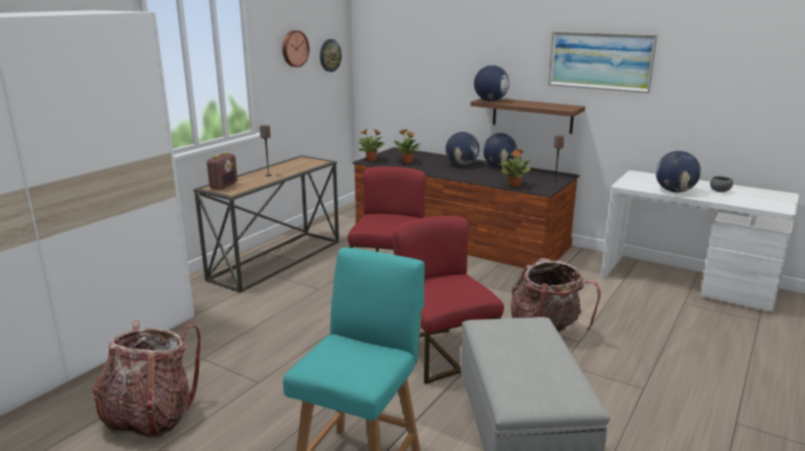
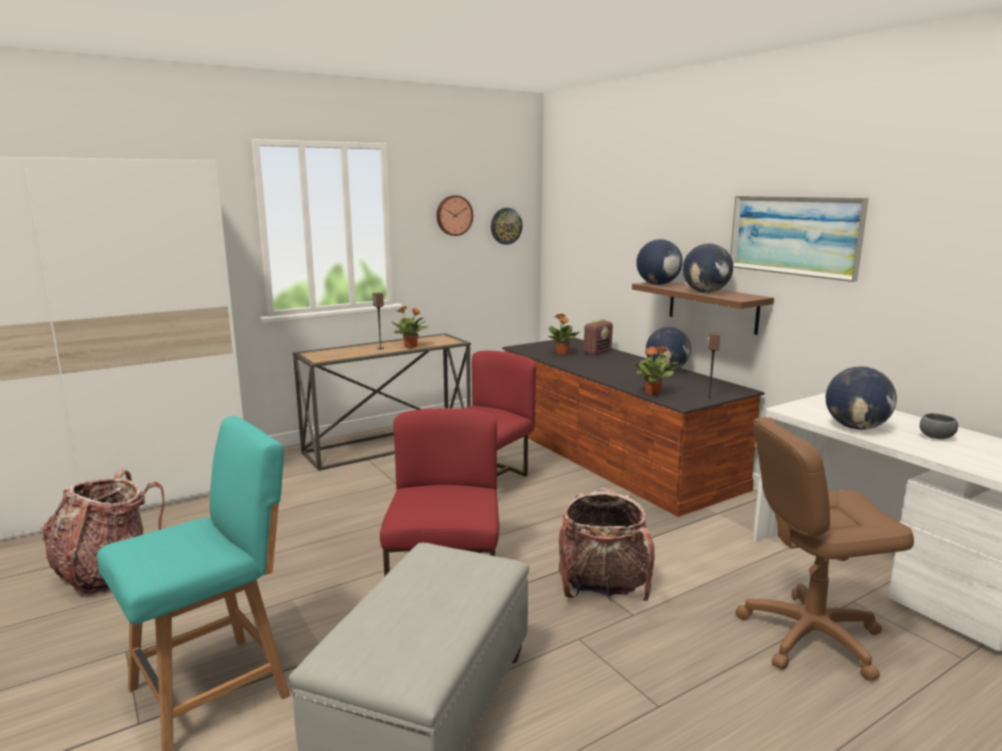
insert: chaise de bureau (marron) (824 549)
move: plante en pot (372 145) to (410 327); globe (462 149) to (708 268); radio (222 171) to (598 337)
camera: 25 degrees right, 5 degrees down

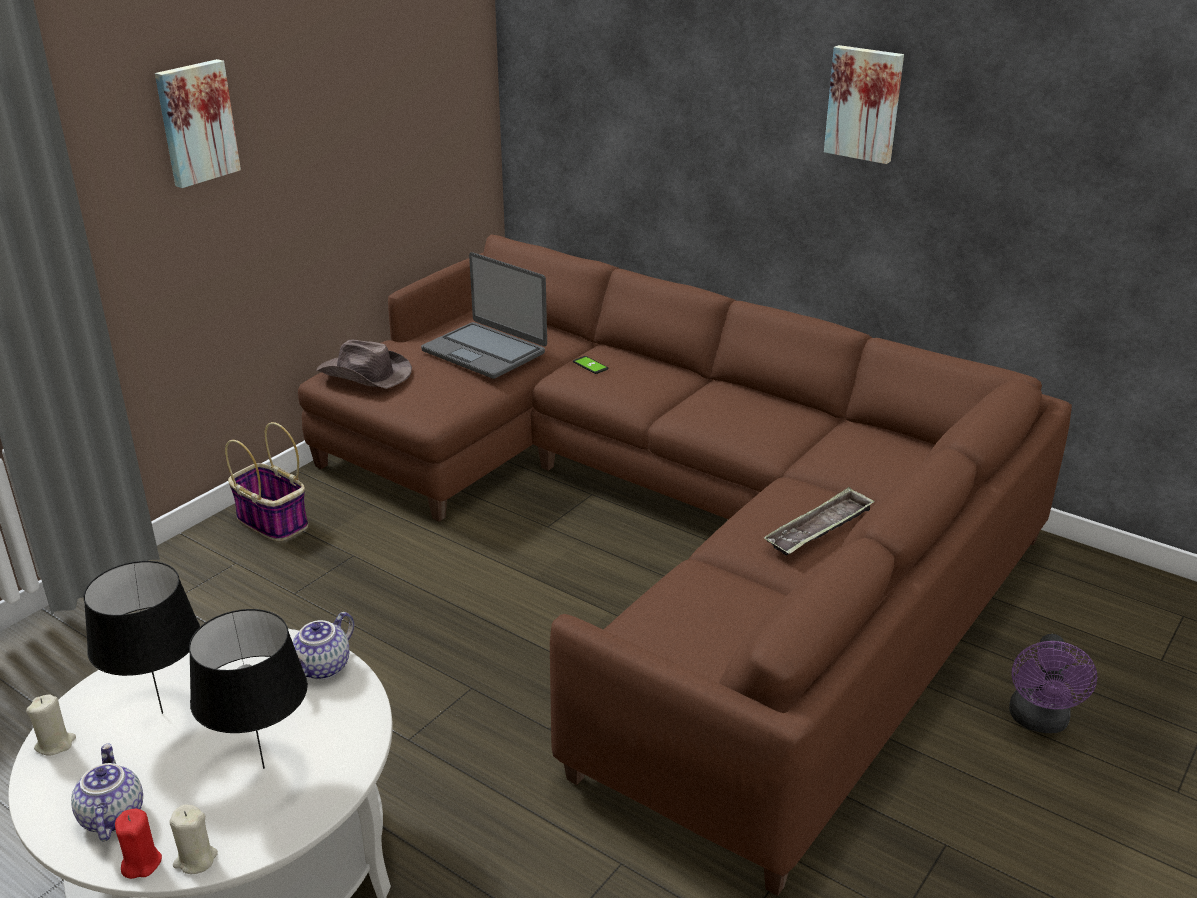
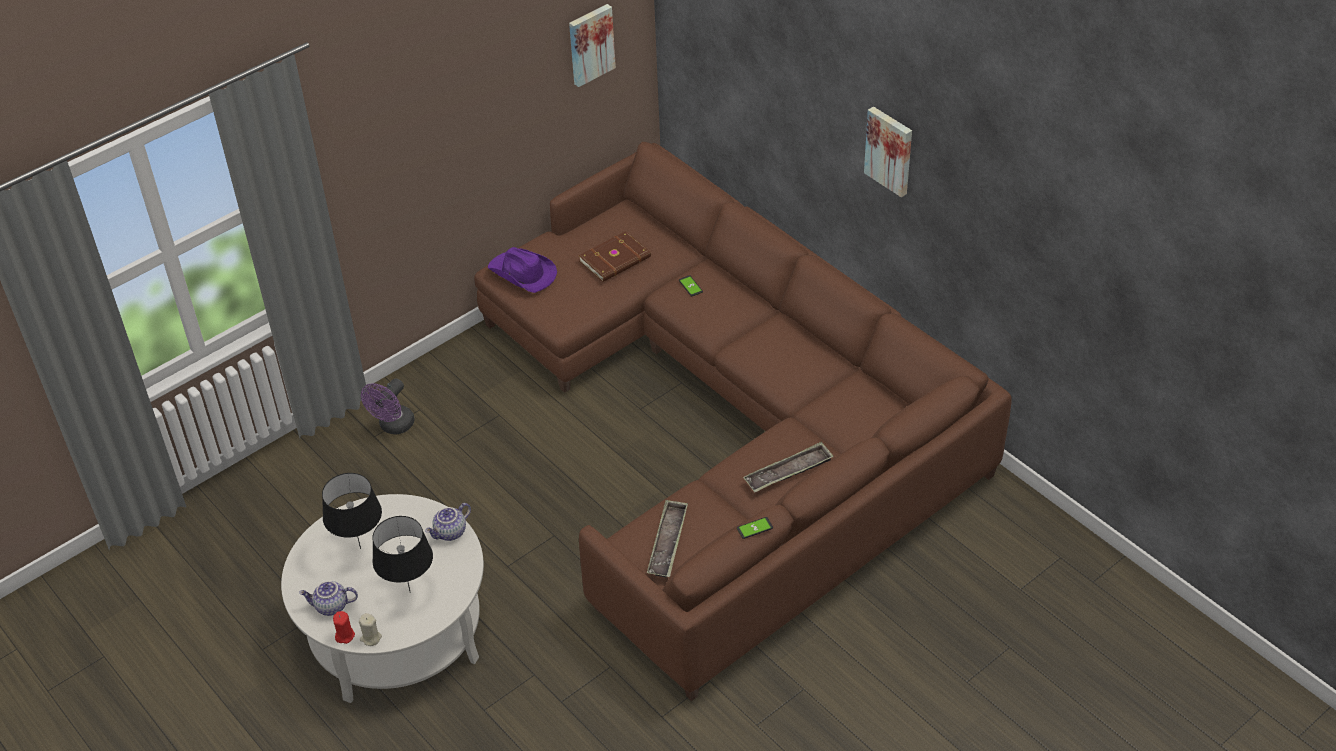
delete: panier (266 481); bougie (beige) (51 725)
insert: plateau (667 539); téléphone (755 528)
move: tableau (198 123) to (592 45); ventilateur (violet) (1053 683) to (387 406)
replace: ordinateur portable (484 315) to livre (marron) (615 256)
recolor: chapeau (marron) (364 364) to chapeau (violet) (522 270)
rotate: théière (107 792) = (328 598) 90 degrees counterclockwise
camera: 15 degrees right, 15 degrees up

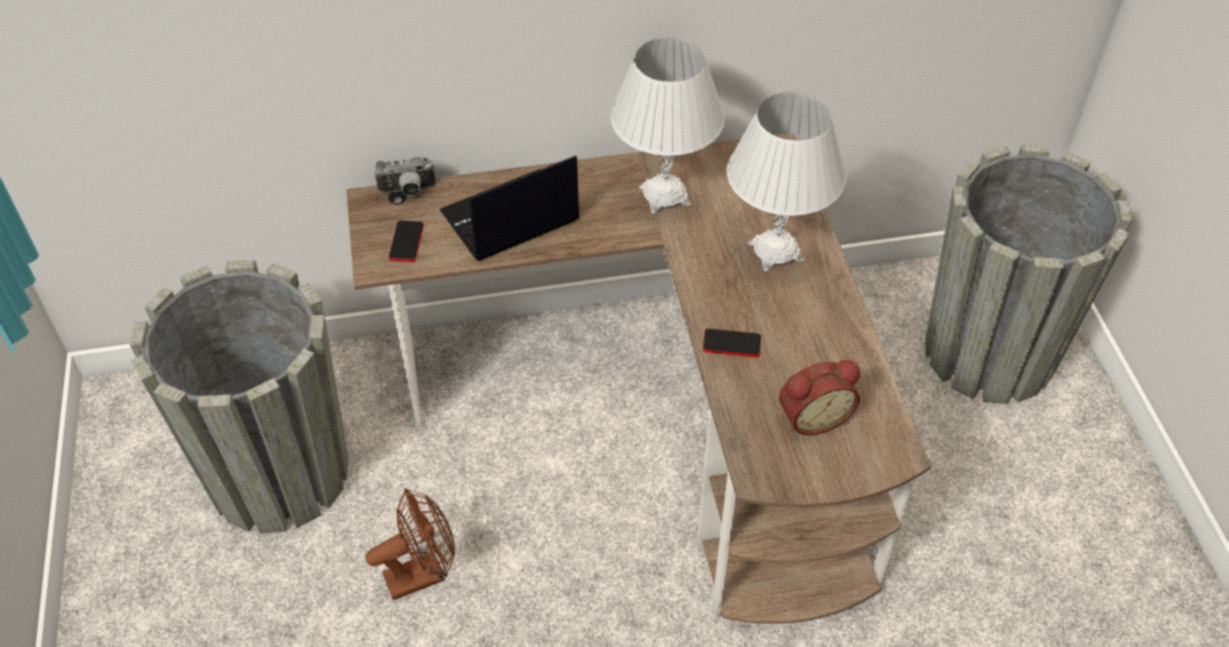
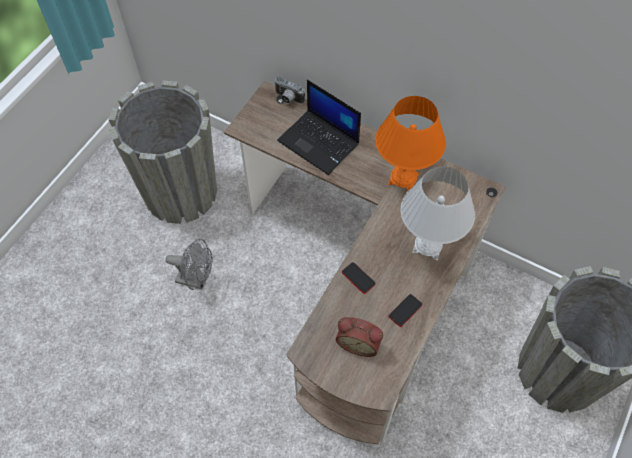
move: téléphone (406 241) to (405 310)
recolor: lampe de table (blanc) (667 125) to lampe de table (orange) (410 143); ventilateur (marron) (410 544) to ventilateur (gris) (189 264)
rotate: ordinateur portable (509 208) = (319 127) 150 degrees counterclockwise
camera: 40 degrees right, 10 degrees up

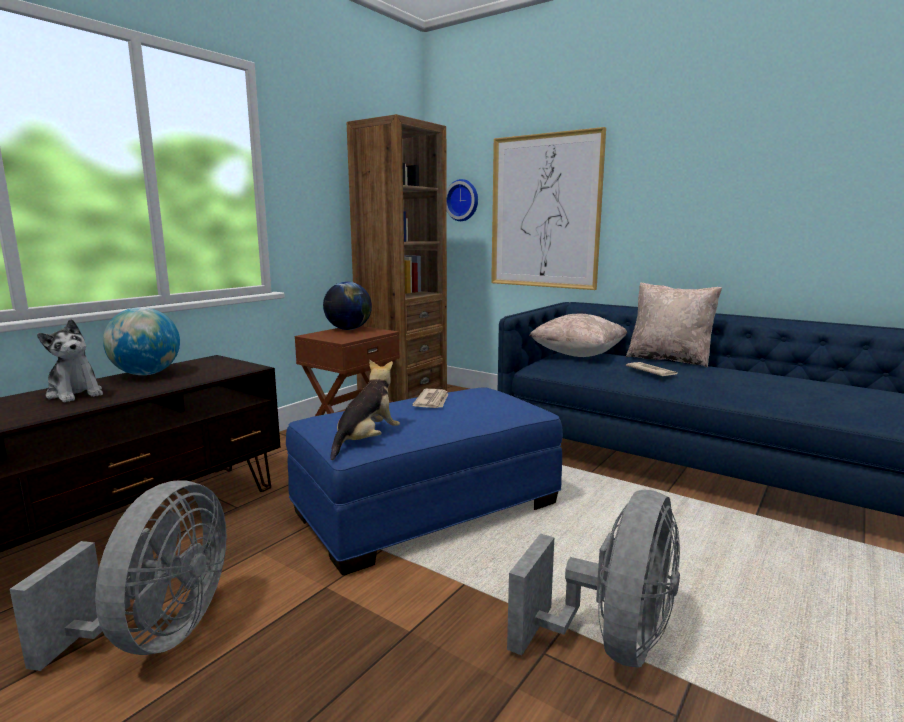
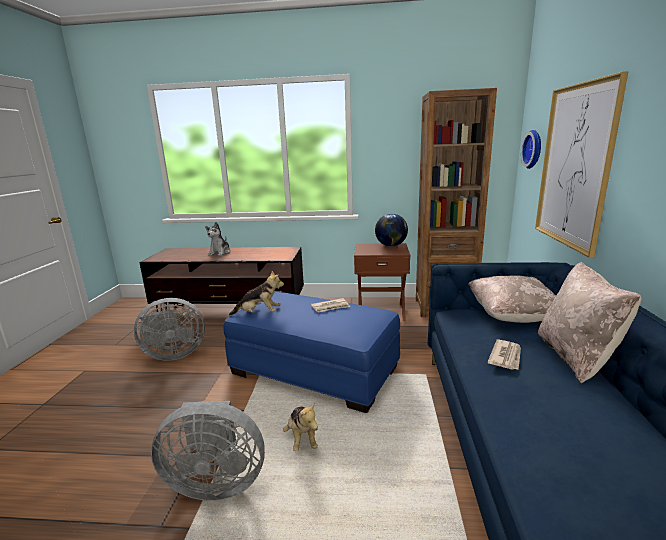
delete: globe (141 341)
insert: peluche (300 427)
camera: 60 degrees right, 5 degrees up

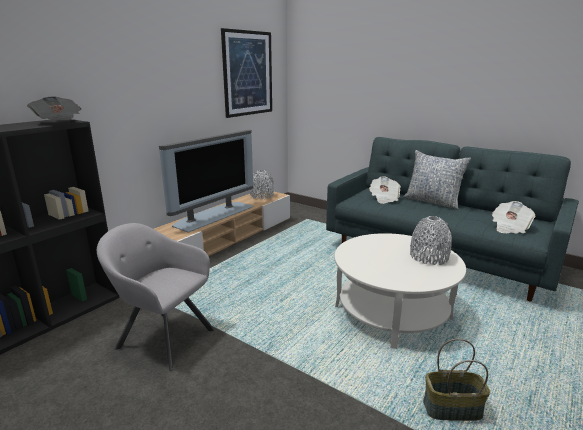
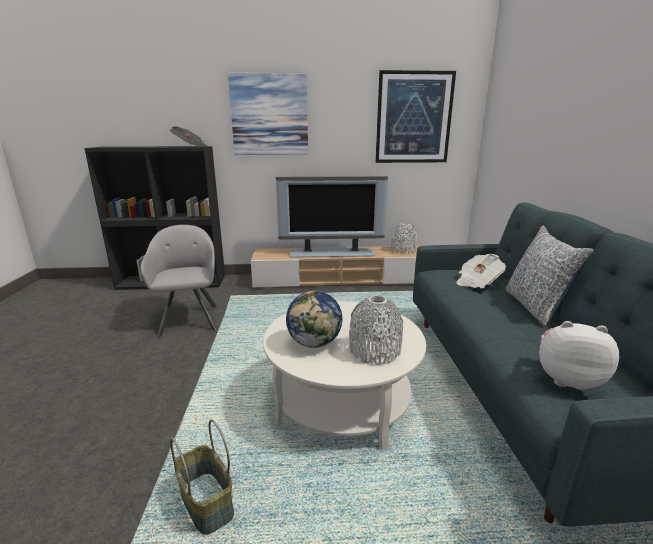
insert: tableau (268 114); globe (314 319)
replace: journal (514 217) to peluche (579 355)
camera: 50 degrees right, 0 degrees up

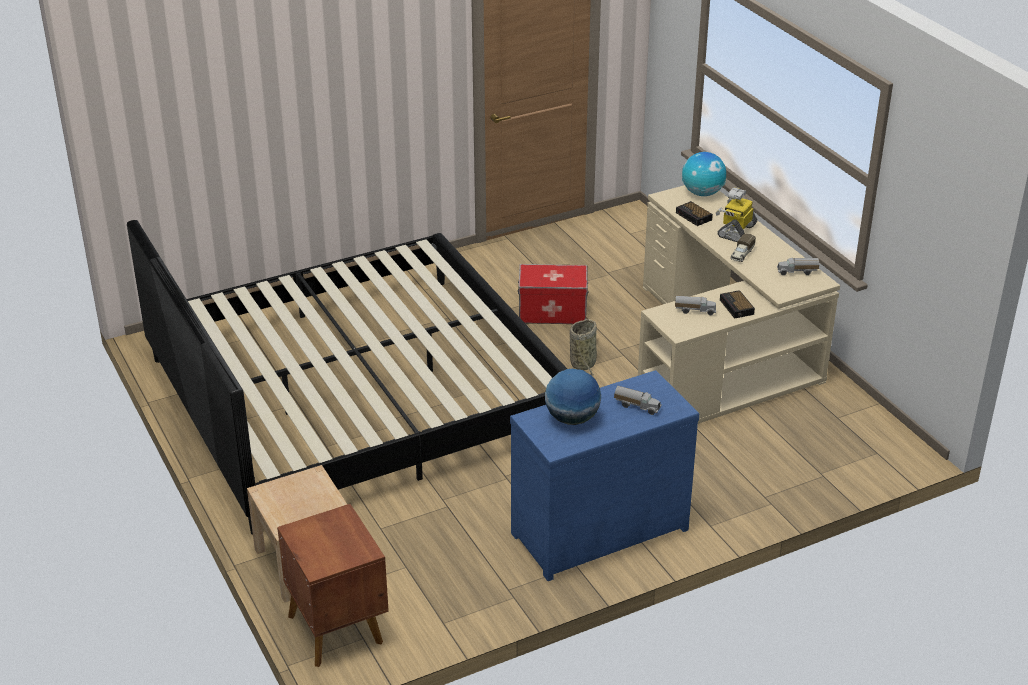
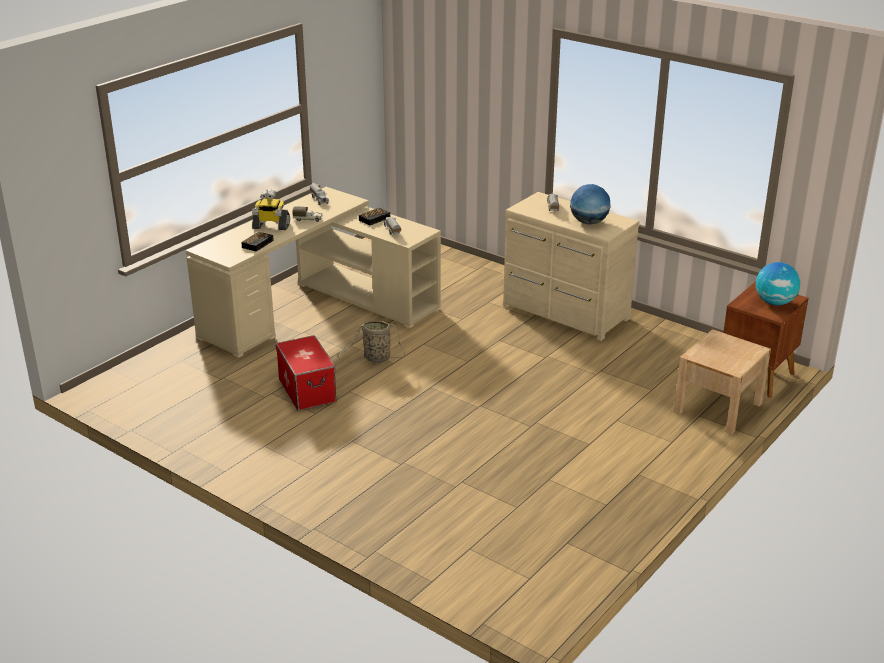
delete: lit (347 377)
move: globe (704 174) to (777 283)
recolor: commode (bleu) (604 475) to commode (beige) (571 266)
camera: 115 degrees left, 5 degrees down

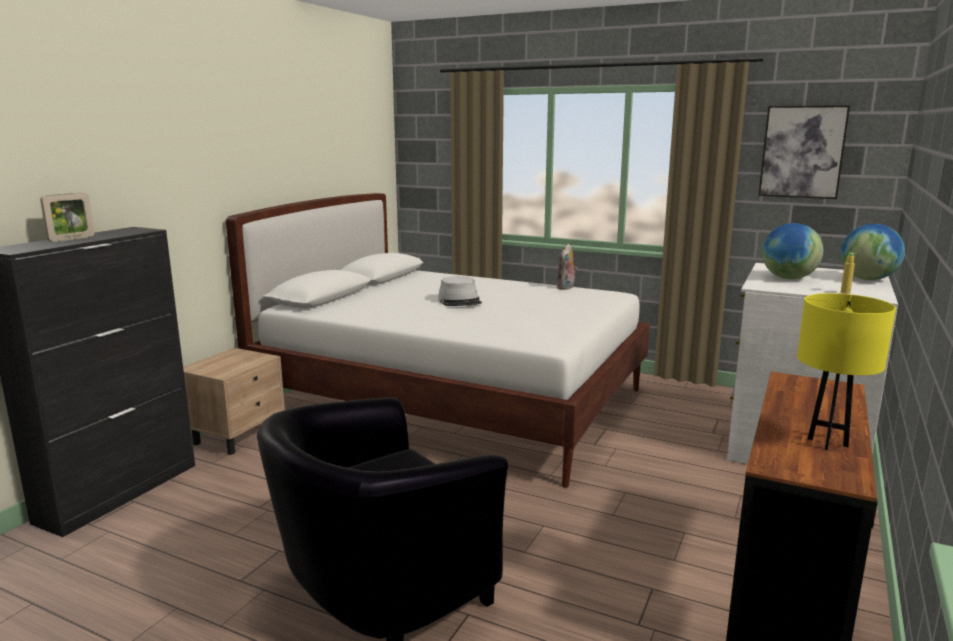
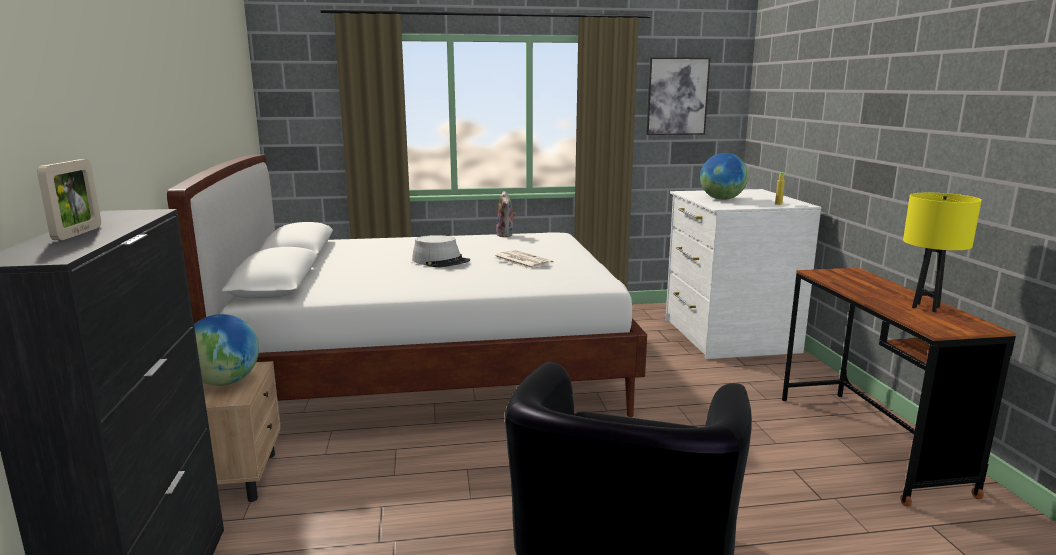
insert: journal (523 259)
move: globe (872 252) to (226 350)
camera: 35 degrees left, 0 degrees up

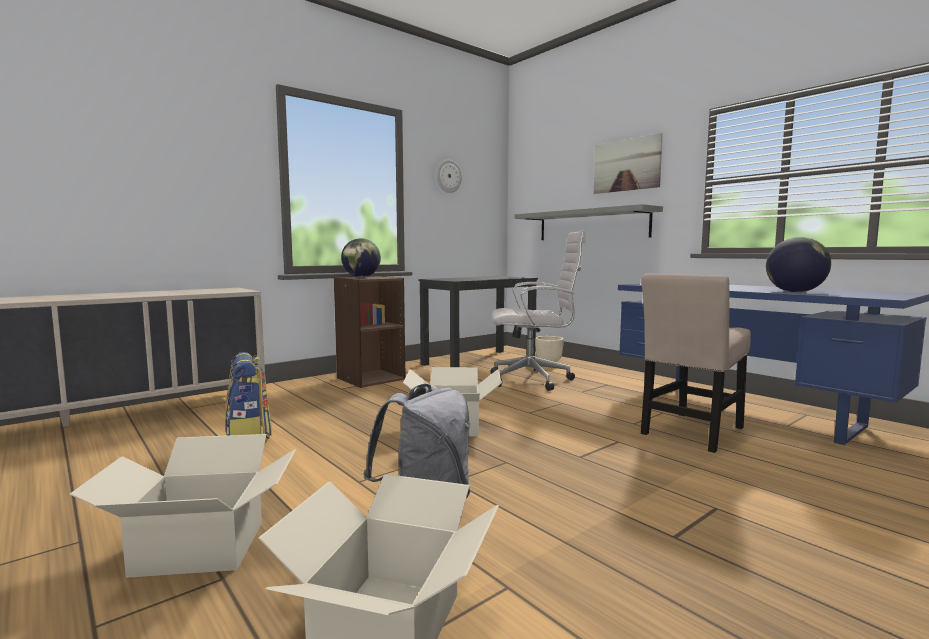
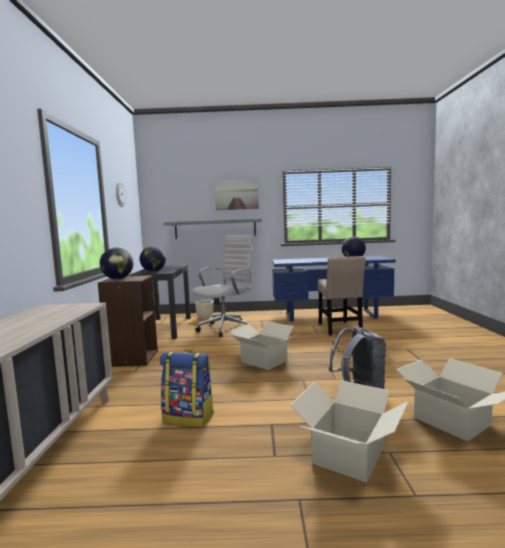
insert: globe (153 259)
camera: 50 degrees left, 0 degrees up

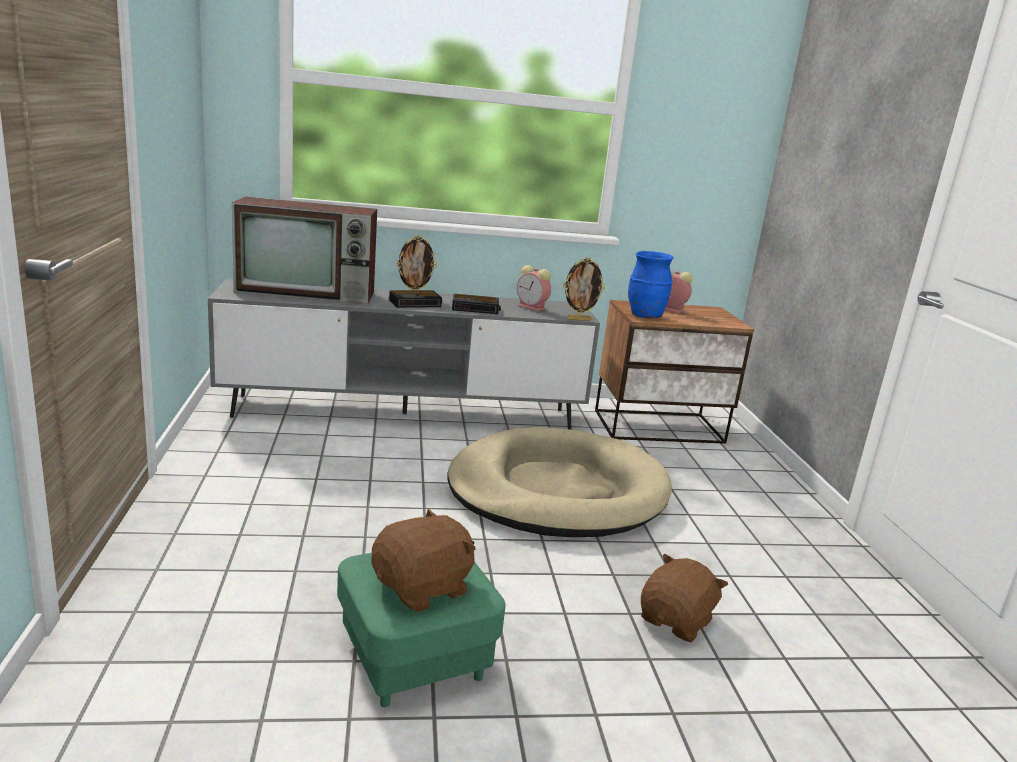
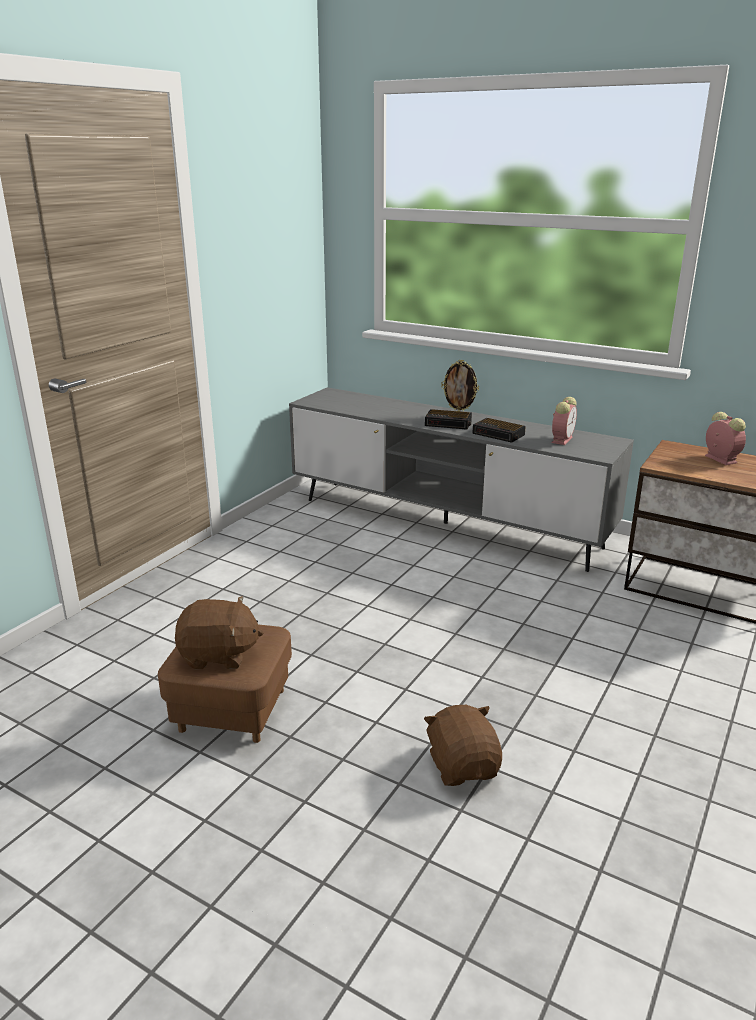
delete: téléviseur (304 250); vase (bleu) (650 284); cadre photo (584 289); panier pour chien (beige) (559 482)
recolor: pouf (vert) (421 630) to pouf (marron) (225 683)
rotate: réveil (534 288) = (564 421) 135 degrees counterclockwise; peluche (marron) (684 598) = (463 745) 90 degrees counterclockwise
camera: 40 degrees right, 5 degrees up

